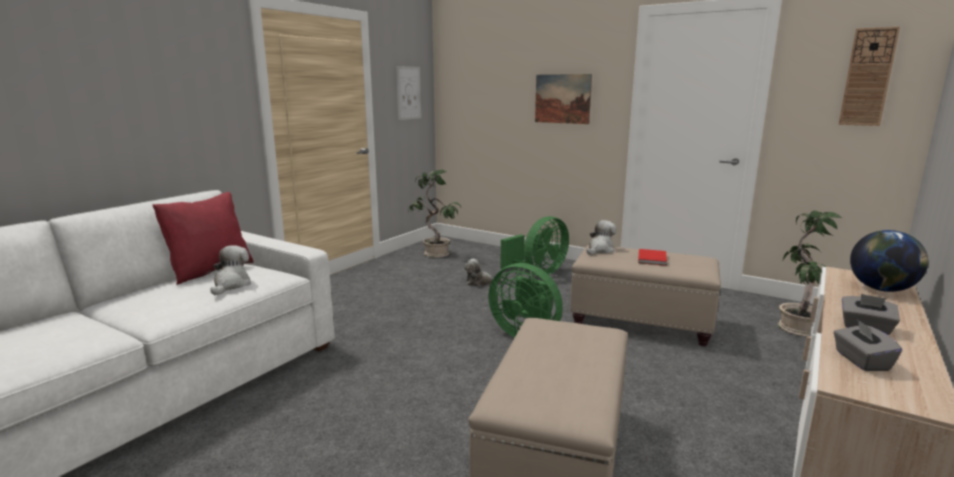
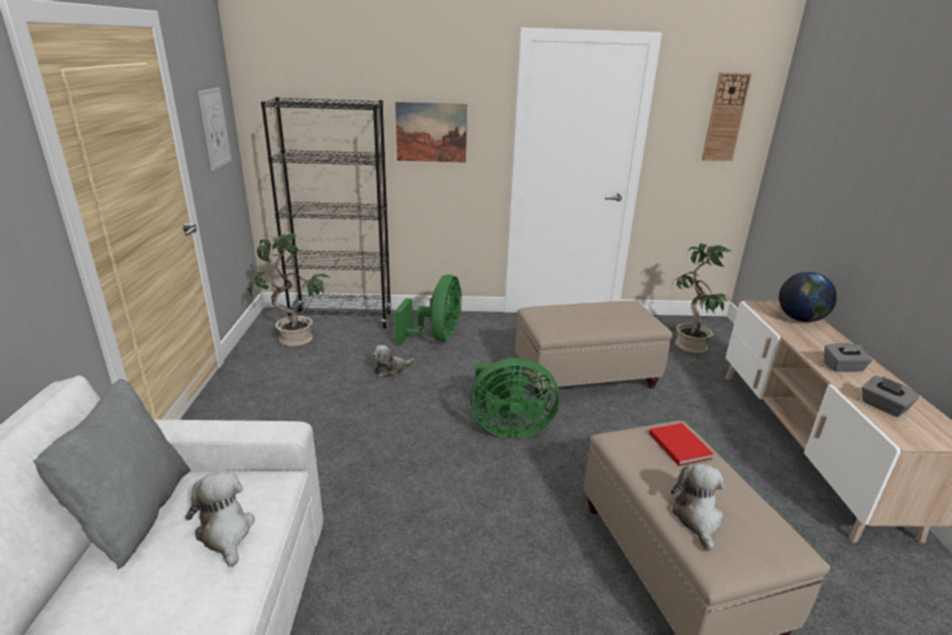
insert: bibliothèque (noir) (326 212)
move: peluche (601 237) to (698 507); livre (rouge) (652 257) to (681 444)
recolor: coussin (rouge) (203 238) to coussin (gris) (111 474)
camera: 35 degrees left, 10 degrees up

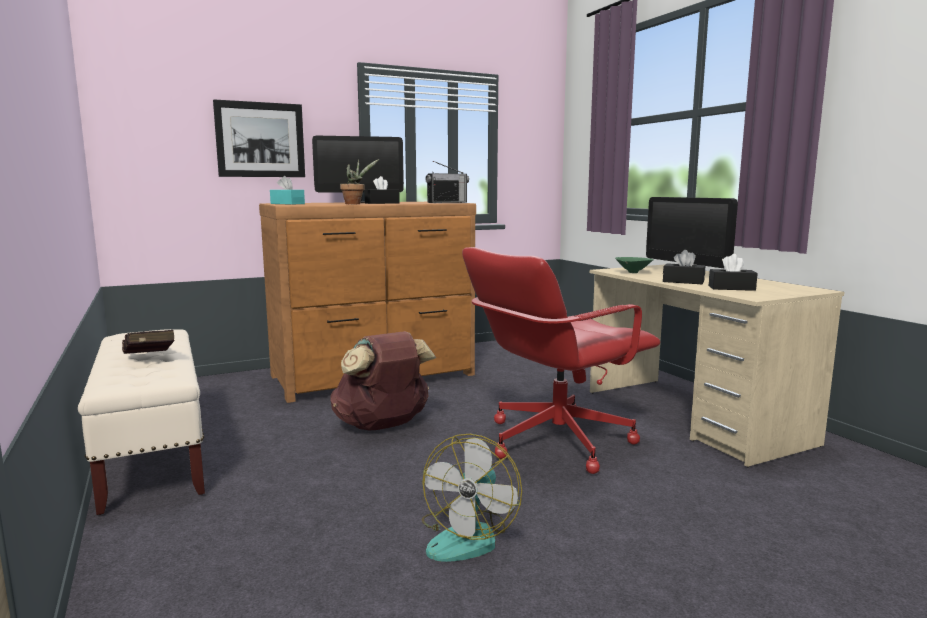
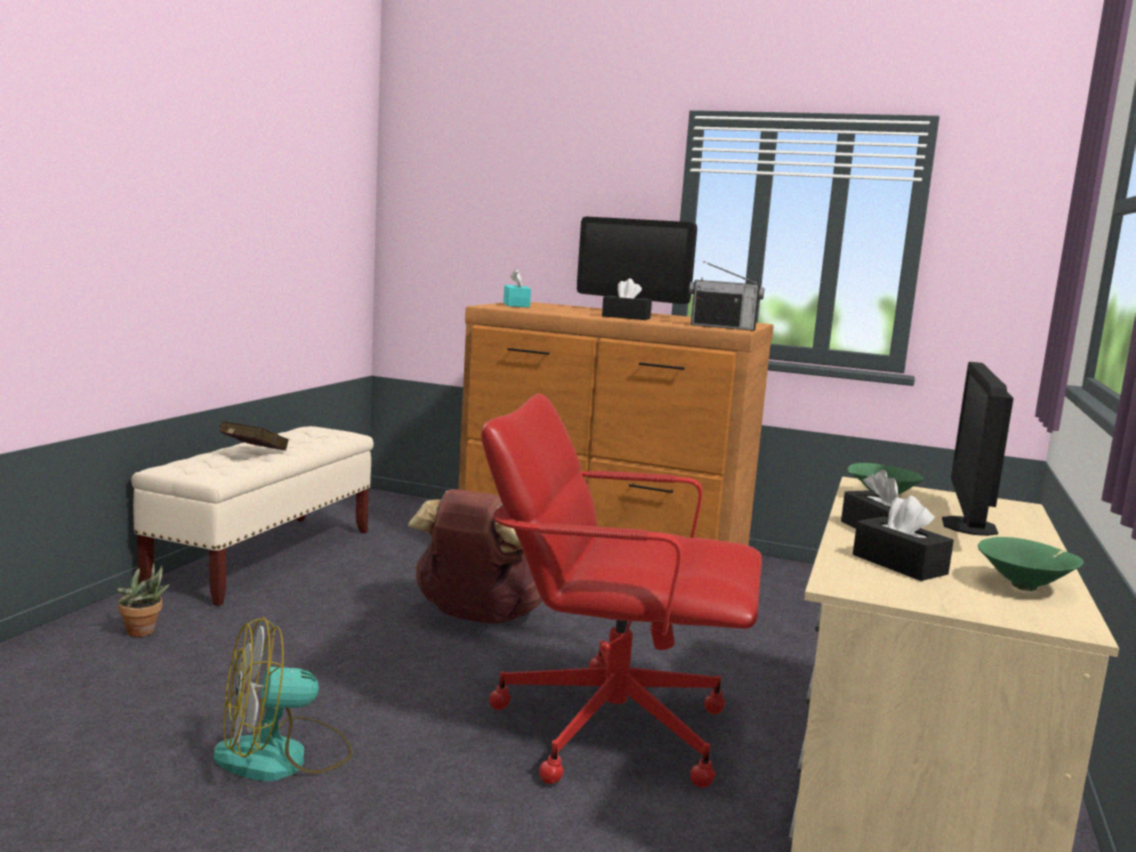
delete: tableau (259 138)
insert: bol (vert) (1031 564)
move: plante en pot (359 181) to (143 600)
camera: 45 degrees right, 0 degrees up

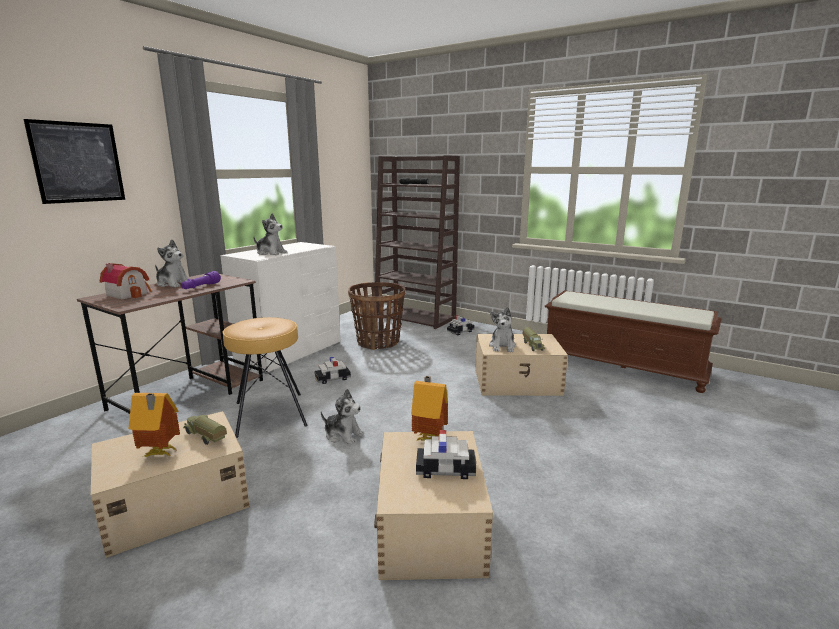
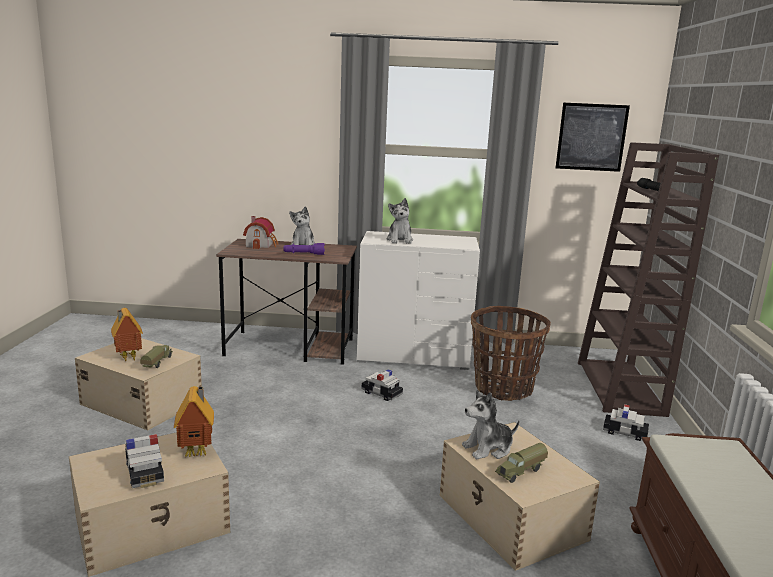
delete: tabouret (marron) (265 377); peluche (342 417)
move: tableau (74 161) to (593 137)
camera: 60 degrees right, 0 degrees up

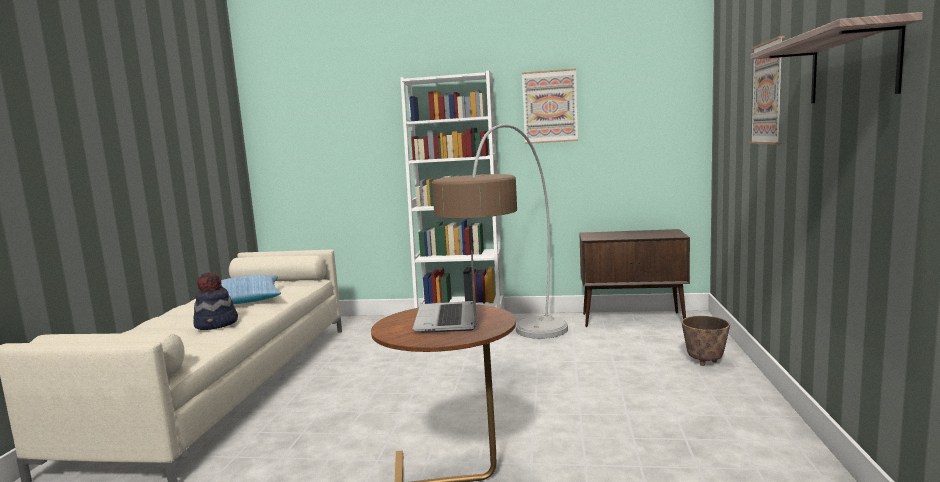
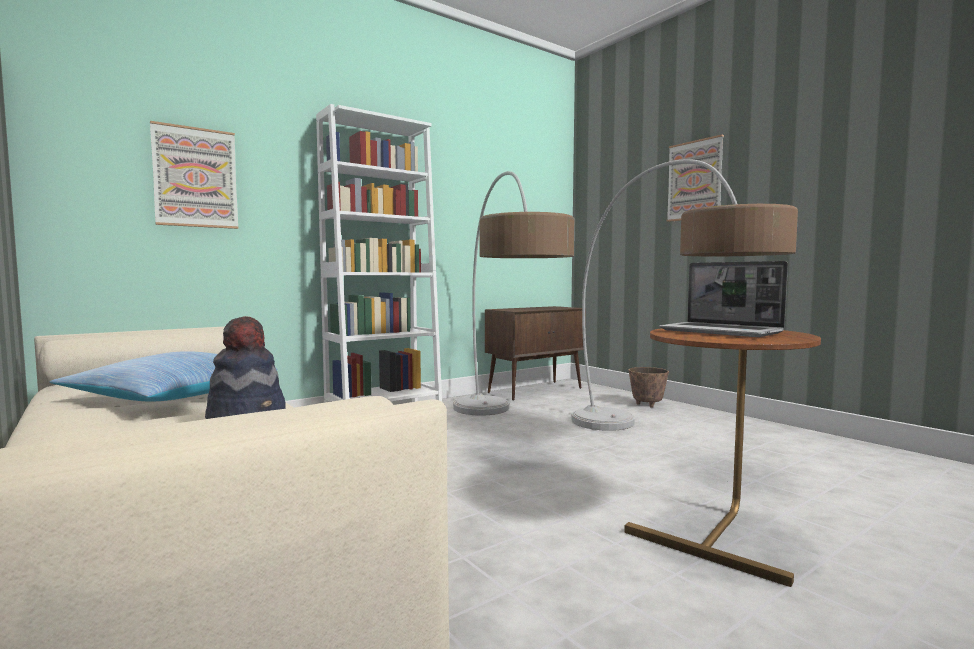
delete: étagère (837 57)
insert: lampadaire (684 295)
move: tableau (550 106) to (194 175)
camera: 45 degrees left, 5 degrees down

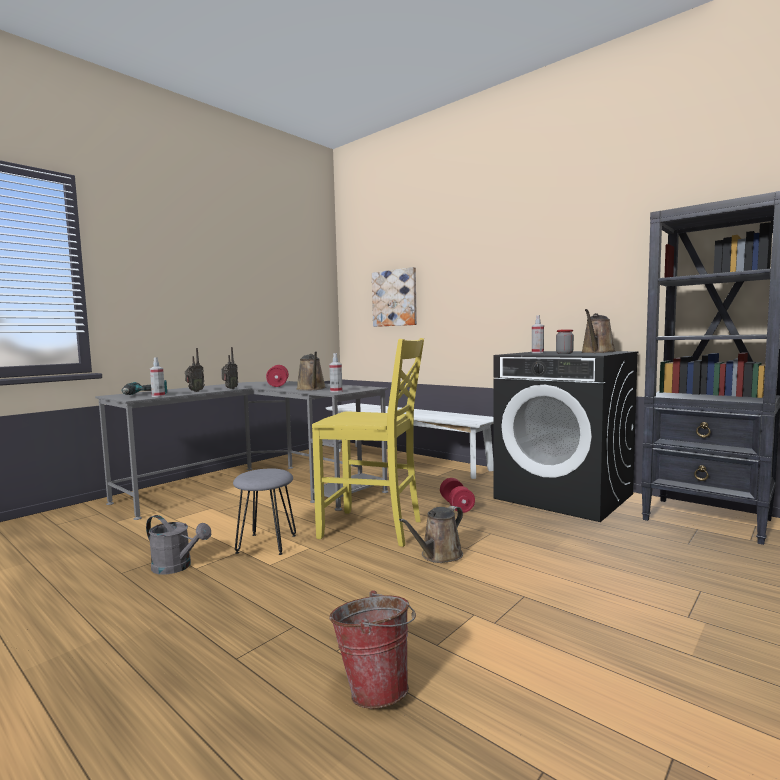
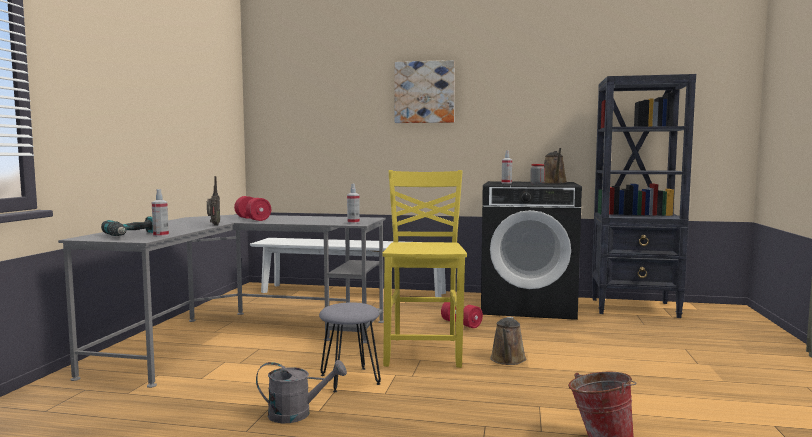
delete: radio (195 370); arrosoir (marron) (311 371)
move: tableau (394 297) to (424 91)
rotate: chaise (jaune) (368 442) = (424 269) 75 degrees counterclockwise
camera: 30 degrees left, 0 degrees up

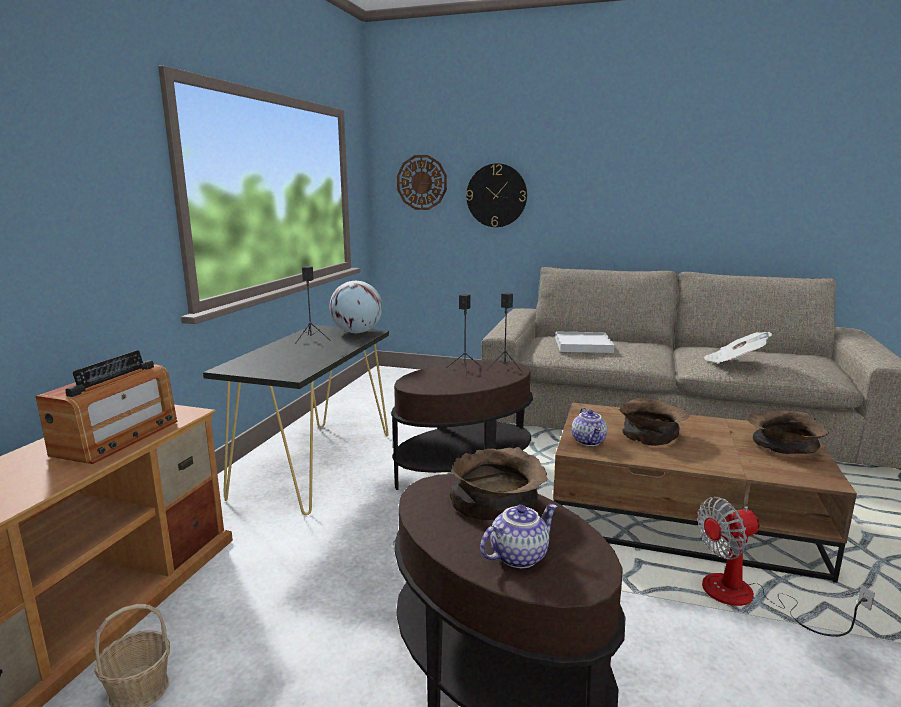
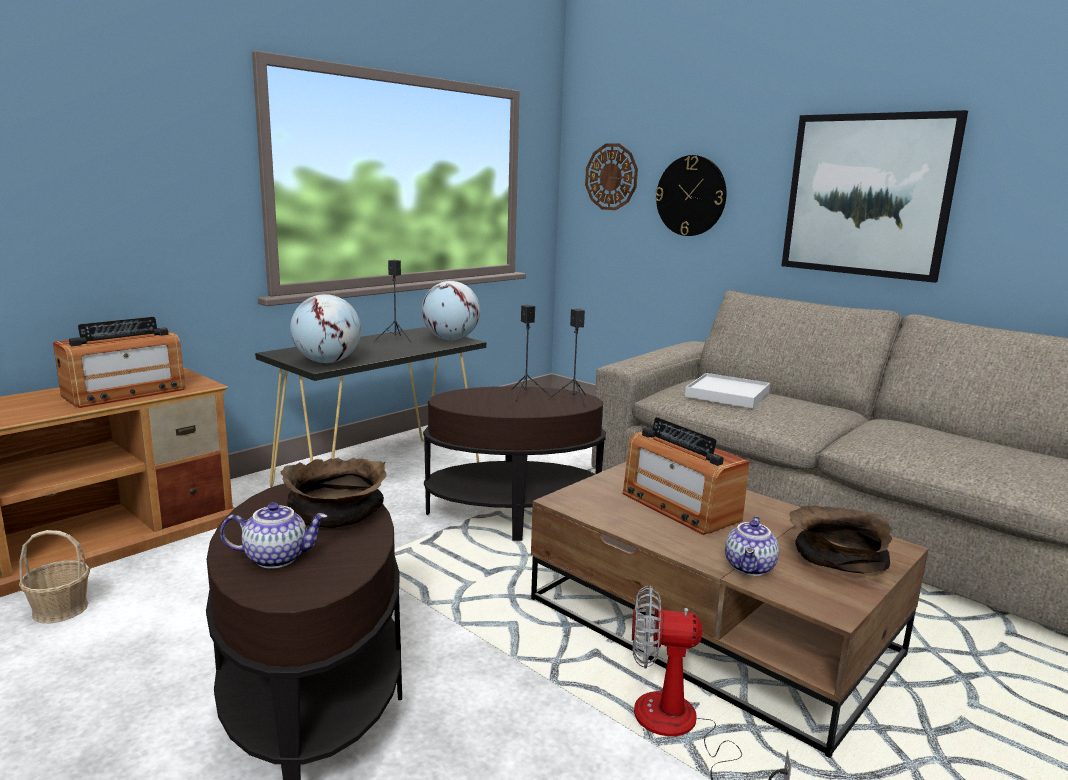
delete: journal (738 348)
insert: tableau (874 196); globe (325 328)
move: théière (589 427) to (752 546)
replace: bol (marron) (654 421) to radio (686 476)
camera: 25 degrees right, 0 degrees up

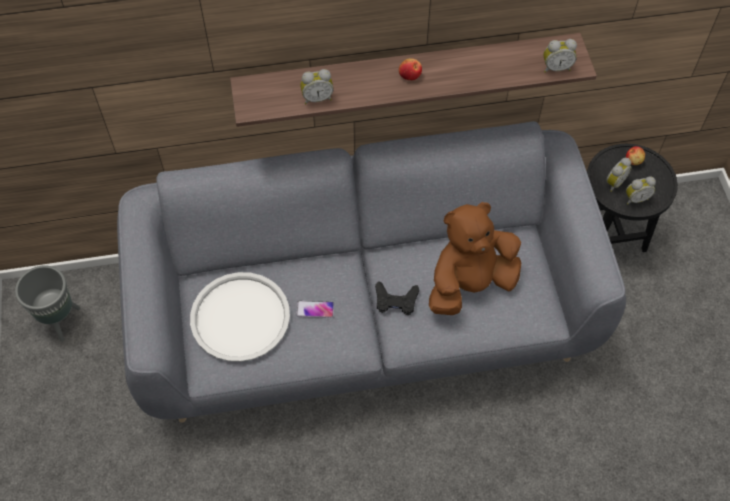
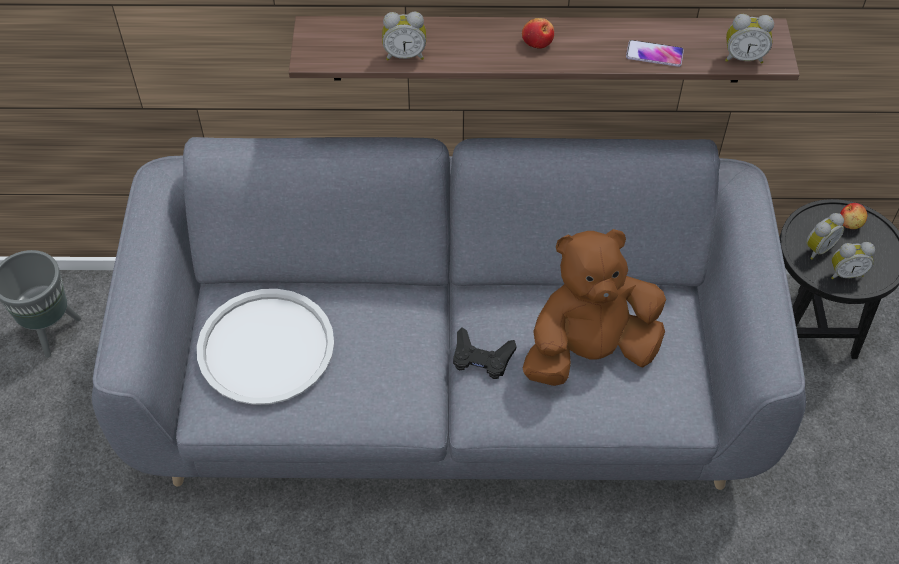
move: téléphone (315 309) to (655 53)
camera: 10 degrees right, 5 degrees down

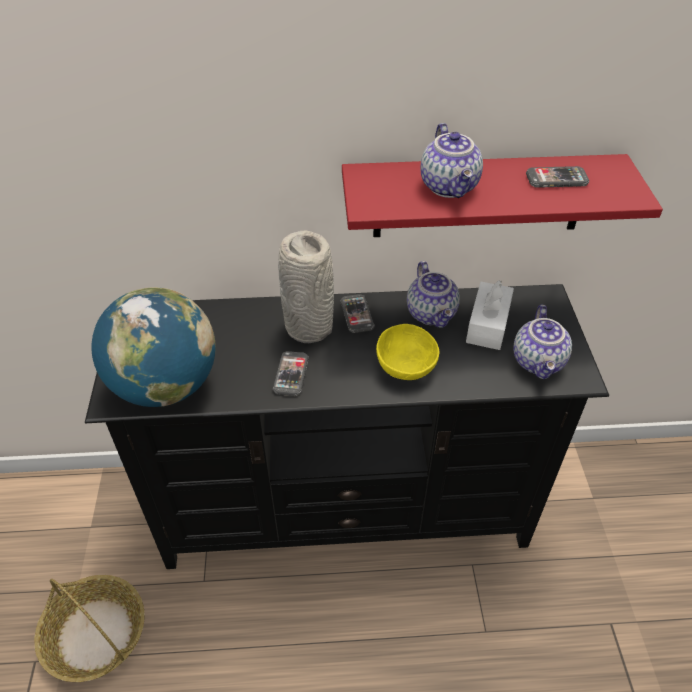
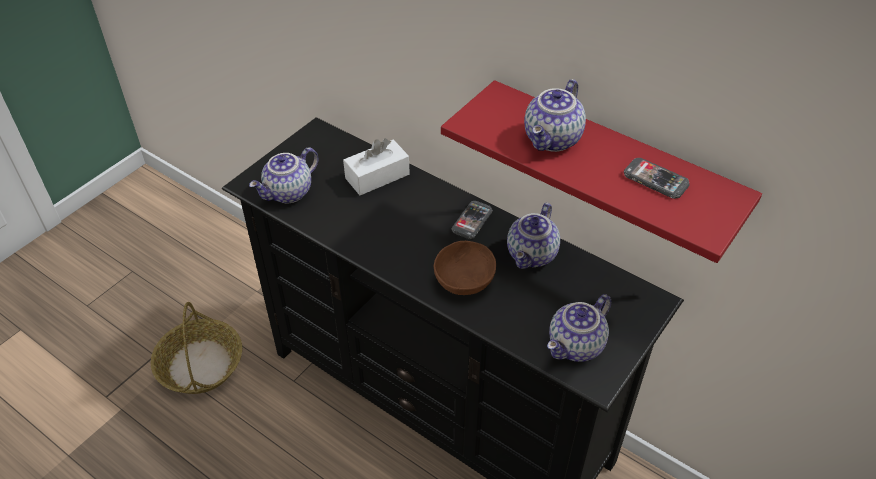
delete: vase (gris) (306 286); téléphone (291 373)
move: boîte à mouchoirs (blanc) (490 315) to (376 166)
replace: globe (153 347) to théière (283 175)
recolor: bol (jaune) (408 352) to bol (marron) (465 268)
camera: 40 degrees right, 0 degrees up

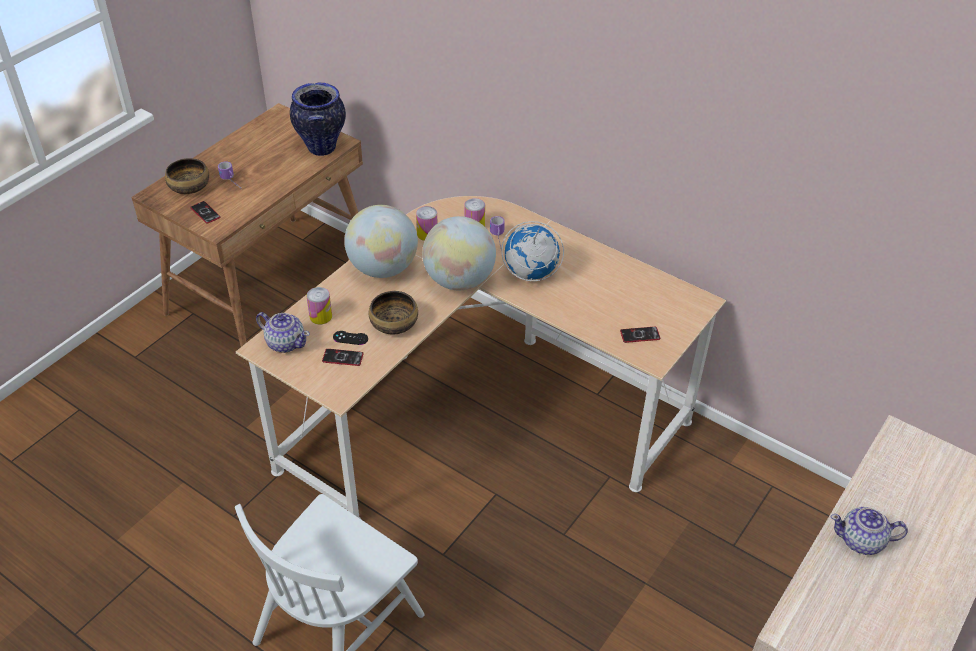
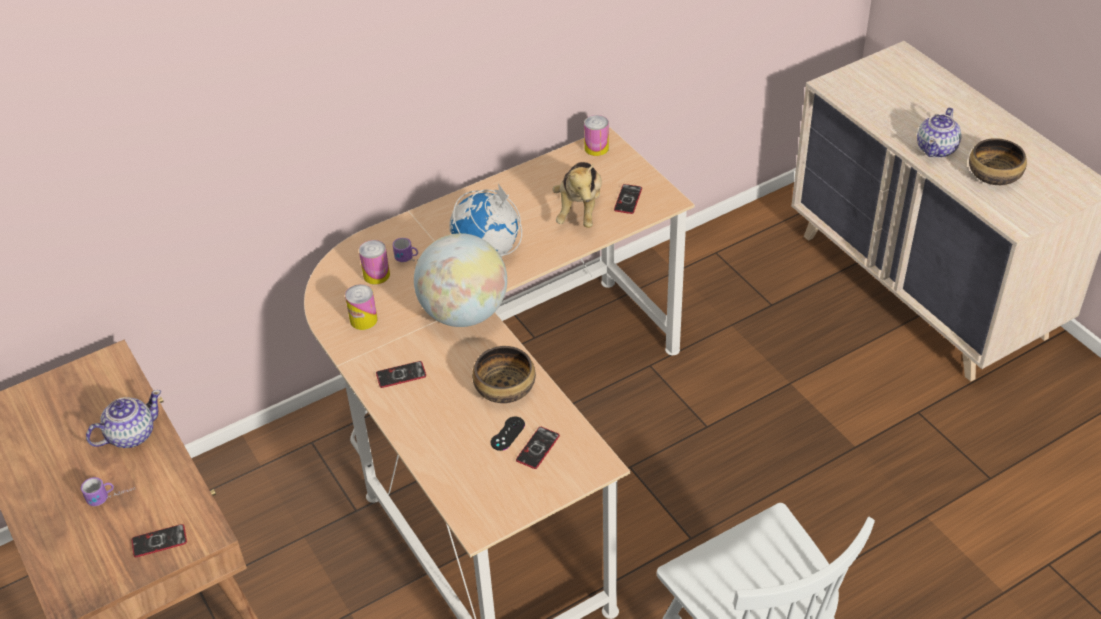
delete: vase (318 119)
insert: peluche (577 195)
move: bol (187 176) to (998 161); boîte métallique (319 306) to (596 135); théière (283 332) to (123 419)
replace: globe (381 241) to téléphone (401 374)
camera: 65 degrees left, 0 degrees up

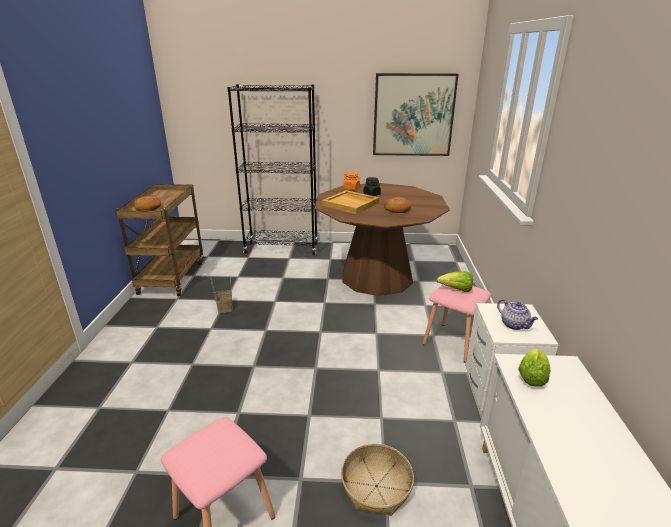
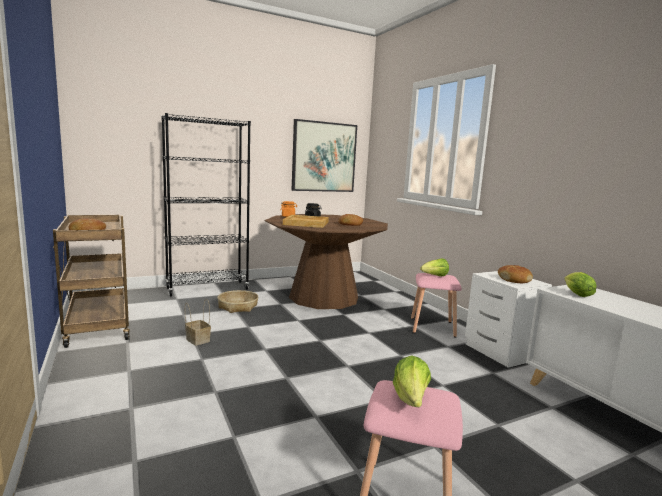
insert: laitue (412 381)
move: panier (377 480) to (238 301)
replace: théière (517 314) to pain (515 274)
camera: 30 degrees left, 15 degrees down

